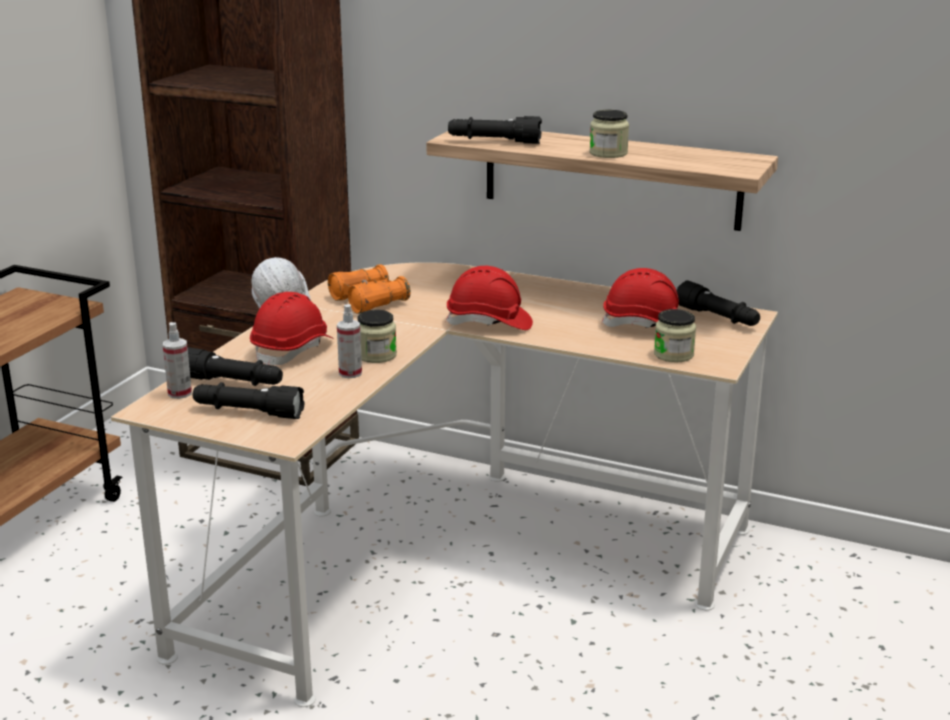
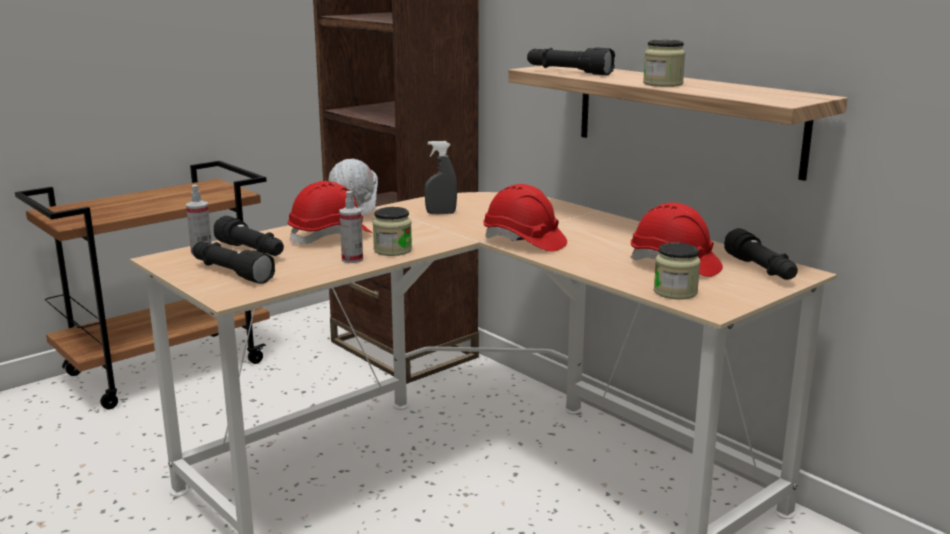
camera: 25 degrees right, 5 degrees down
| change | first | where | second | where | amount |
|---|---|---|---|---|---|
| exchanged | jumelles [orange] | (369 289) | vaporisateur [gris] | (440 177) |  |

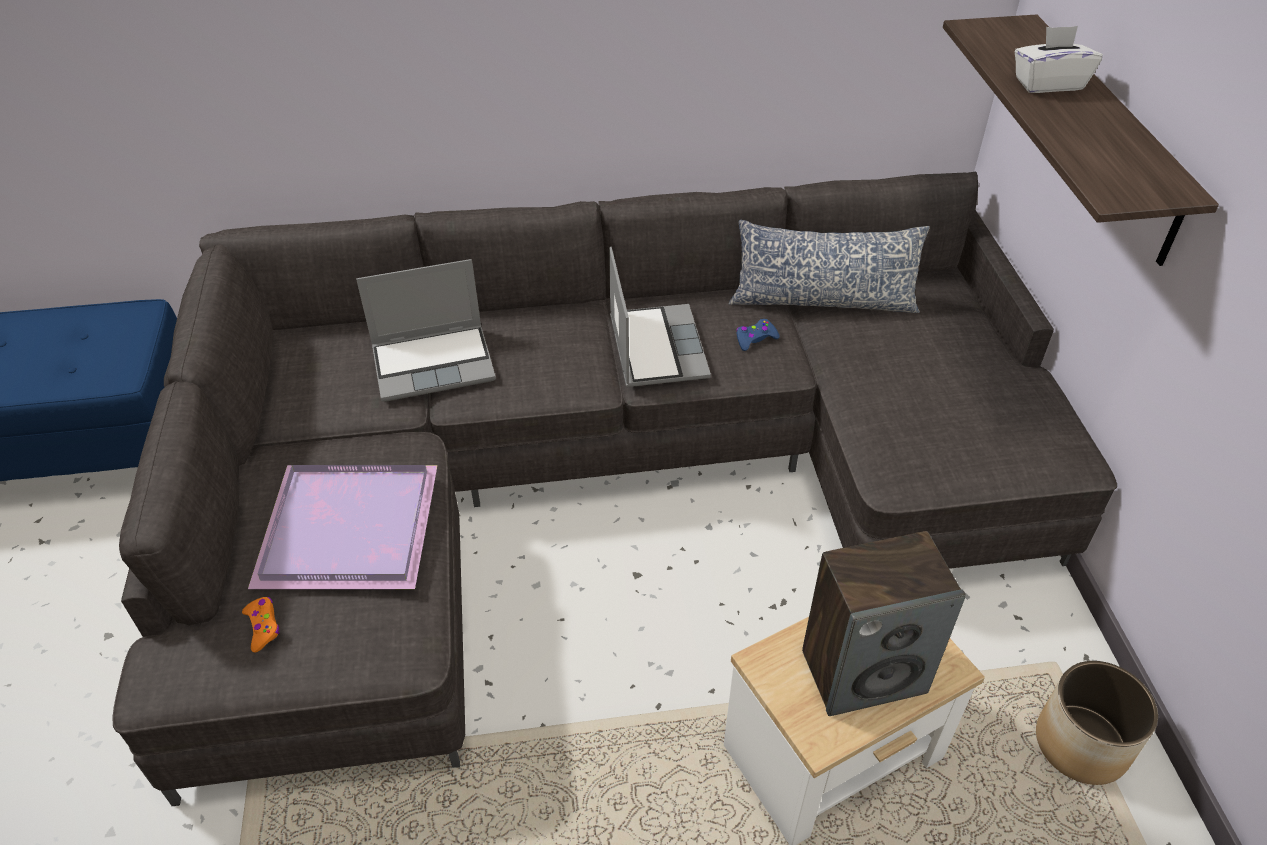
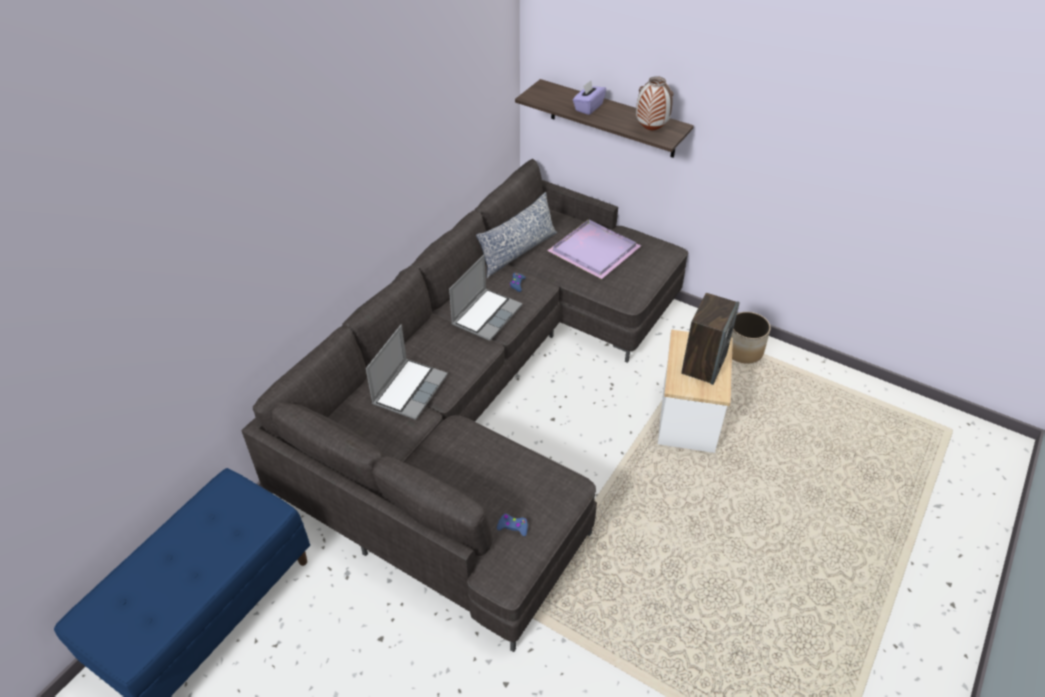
camera: 50 degrees left, 0 degrees up
| change | first | where | second | where | amount |
|---|---|---|---|---|---|
| colour | boîte à mouchoirs [blanc] | (1059 59) | boîte à mouchoirs [violet] | (589 98) |  |
| spun | ordinateur portable | (660 317) |  | (485 298) | 90 degrees clockwise |
| relocated | plateau [violet] | (342 527) |  | (594 249) |  |
| colour | manette [orange] | (261 625) | manette [bleu] | (512 525) |  |
| appeared |  |  | vase | (655 103) |  |

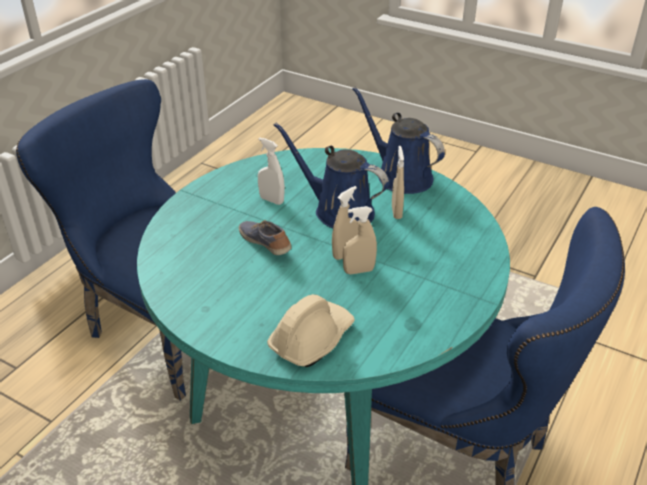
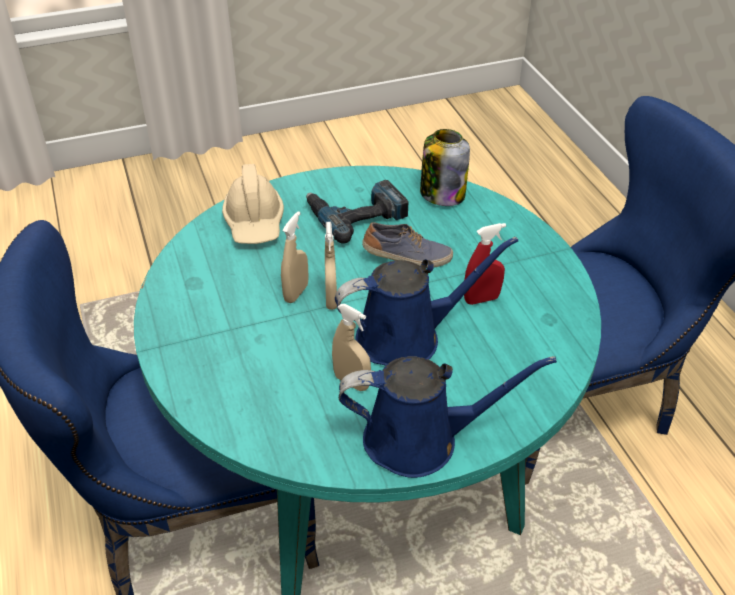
camera: 130 degrees right, 5 degrees up
| change | first | where | second | where | amount |
|---|---|---|---|---|---|
| colour | vaporisateur [blanc] | (271 171) | vaporisateur [rouge] | (485 264) |  |
| appeared |  |  | bocal | (445 167) |  |
| appeared |  |  | perceuse | (357 212) |  |

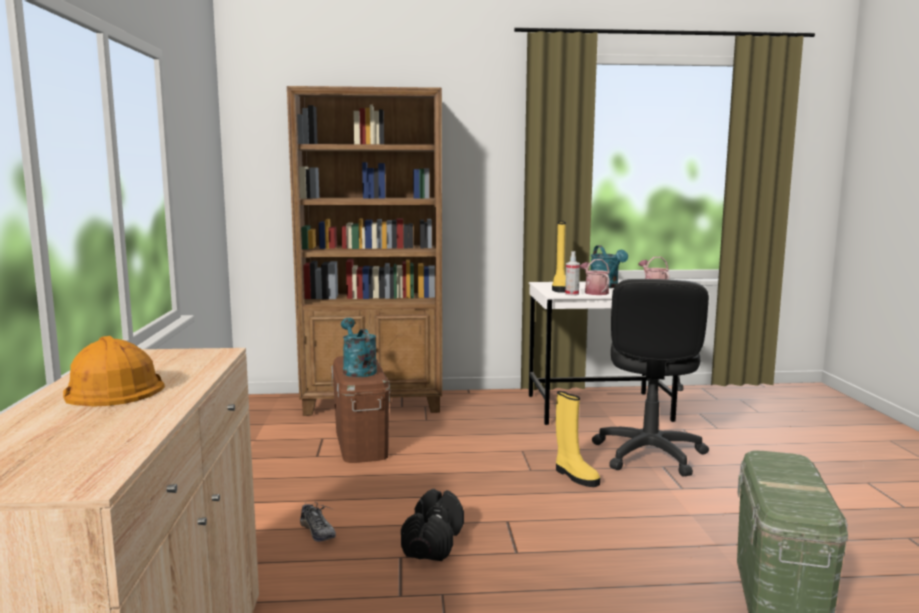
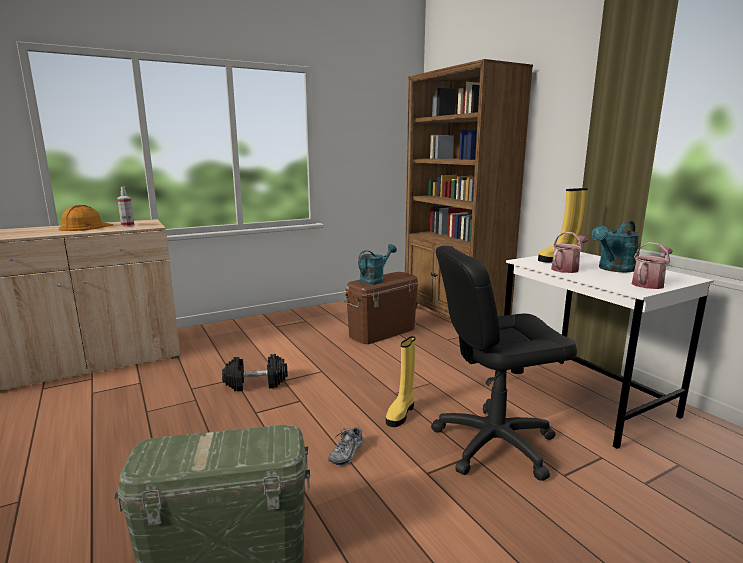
camera: 65 degrees right, 5 degrees up
| change | first | where | second | where | amount |
|---|---|---|---|---|---|
| relocated | vaporisateur | (572 273) |  | (126 206) |  |
| relocated | chaussure | (318 522) |  | (345 446) |  |

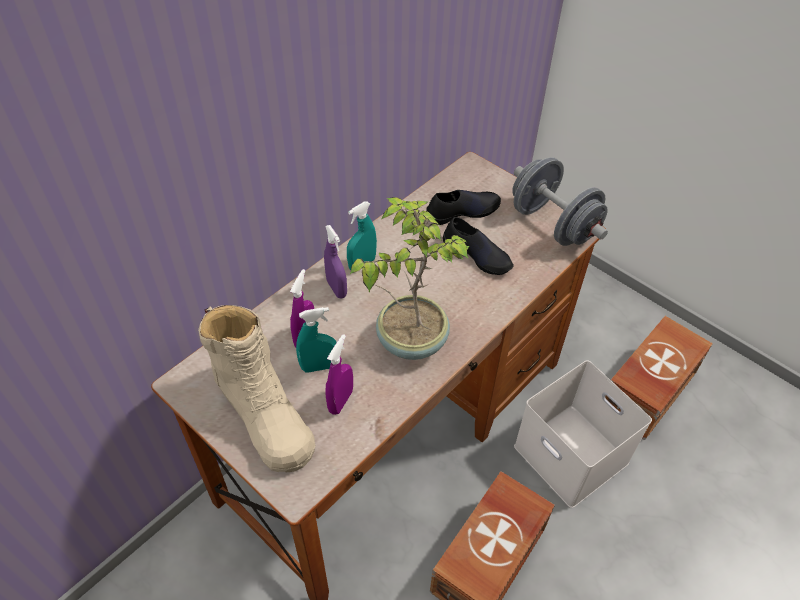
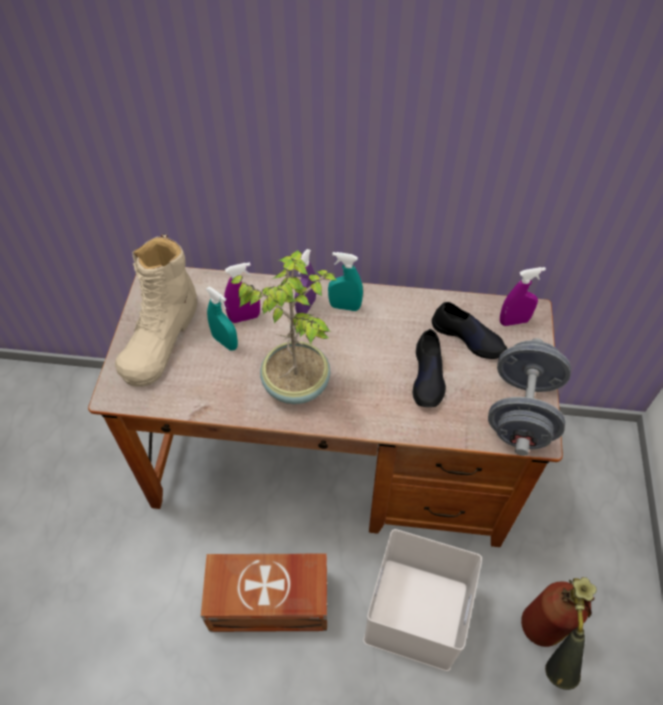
camera: 55 degrees right, 5 degrees up
| change | first | where | second | where | amount |
|---|---|---|---|---|---|
| exchanged | boîte de rangement [marron] | (659 378) | extincteur | (559 633) |  |
| relocated | vaporisateur [violet] | (339 374) |  | (523 296) |  |

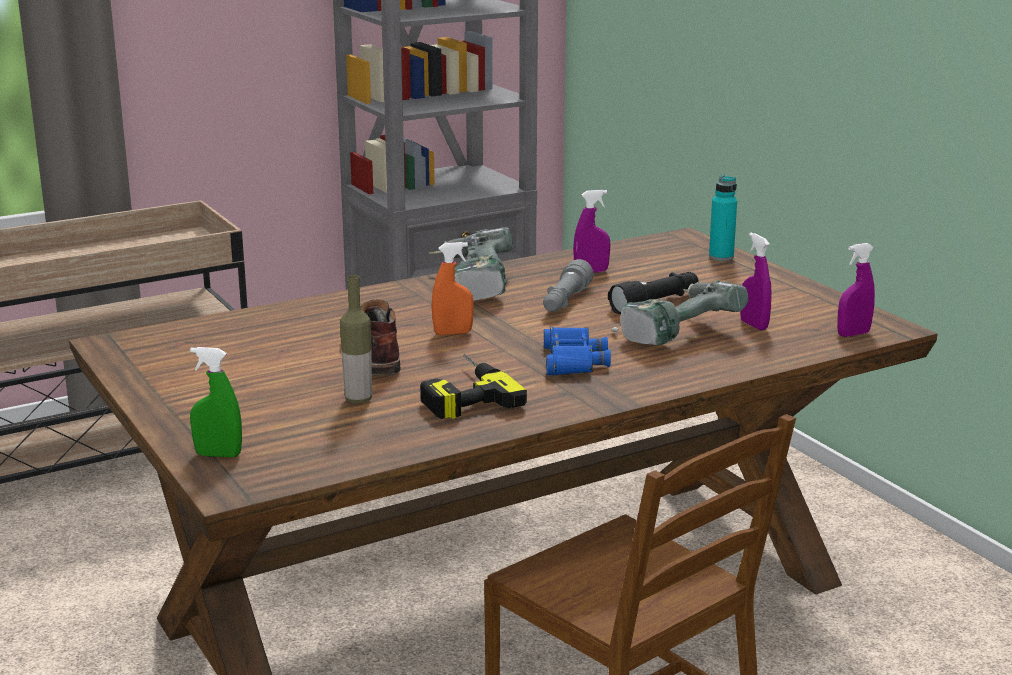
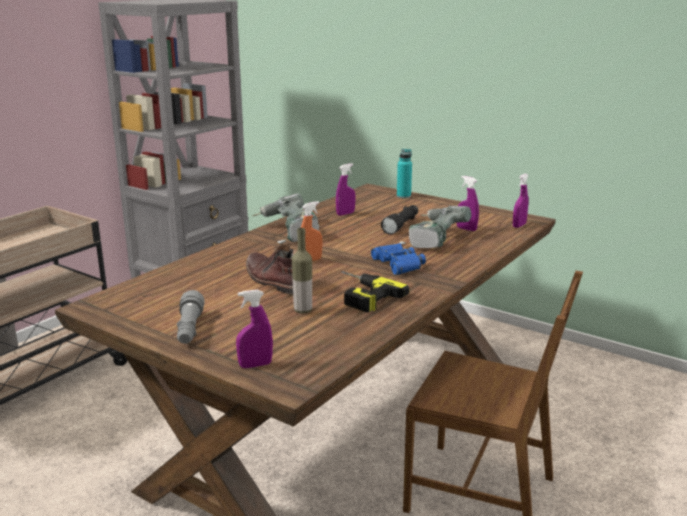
camera: 25 degrees left, 0 degrees up
| change | first | where | second | where | amount |
|---|---|---|---|---|---|
| relocated | lampe de poche [gris] | (568 285) |  | (191 317) |  |
| colour | vaporisateur [vert] | (216 402) | vaporisateur [violet] | (254 328) |  |

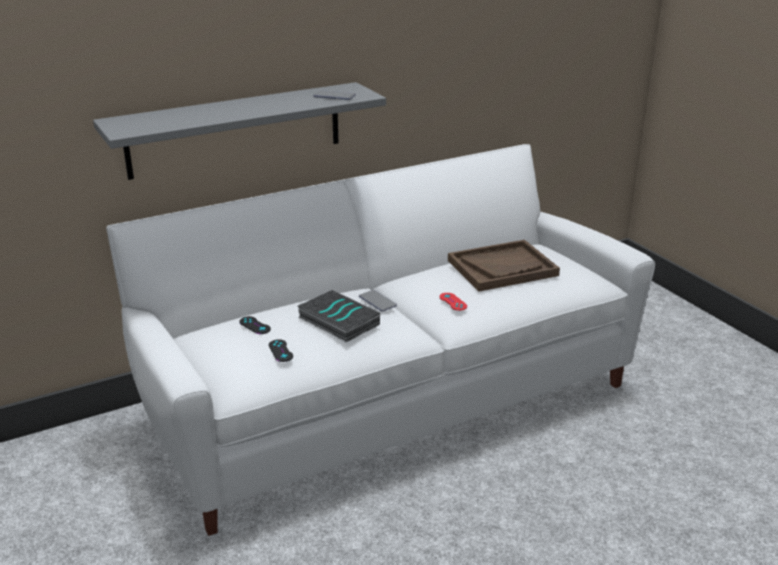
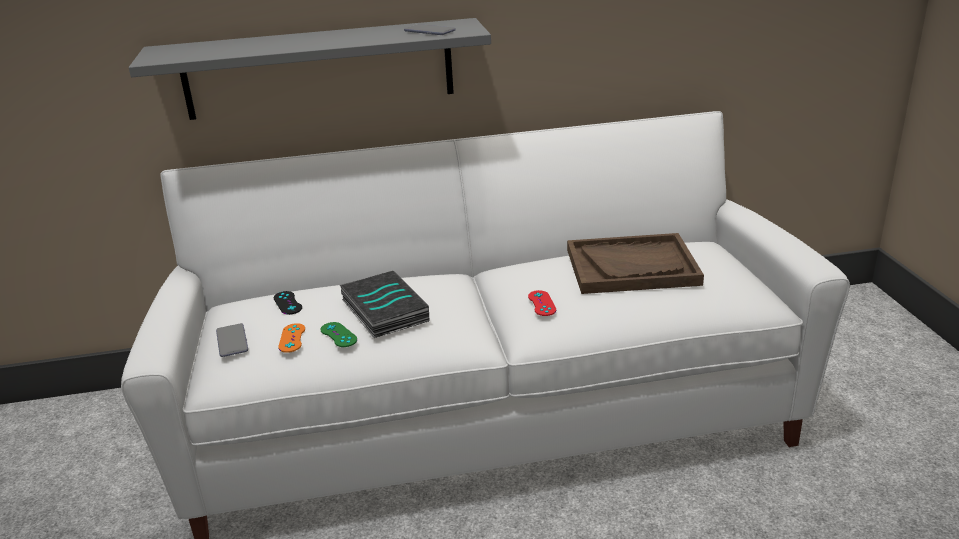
camera: 20 degrees right, 0 degrees up
| change | first | where | second | where | amount |
|---|---|---|---|---|---|
| relocated | téléphone | (378 301) |  | (232 340) |  |
| colour | manette [noir] | (281 350) | manette [orange] | (291 338) |  |
| appeared |  |  | manette [vert] | (339 334) |  |

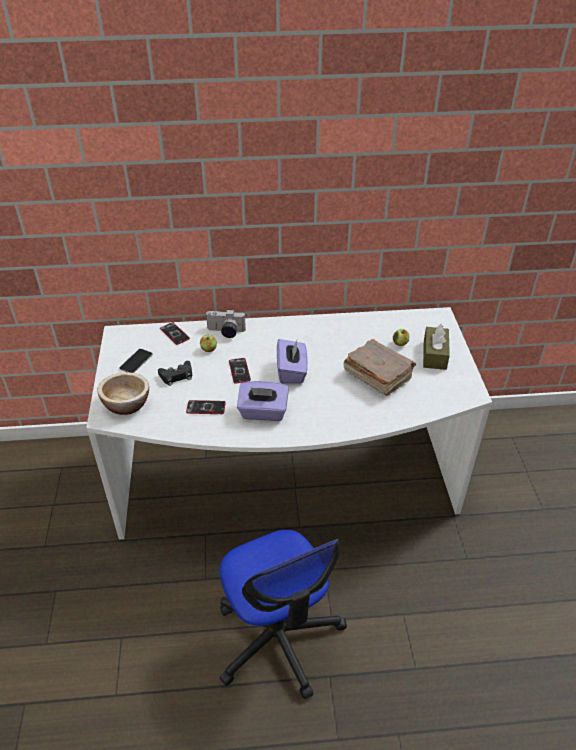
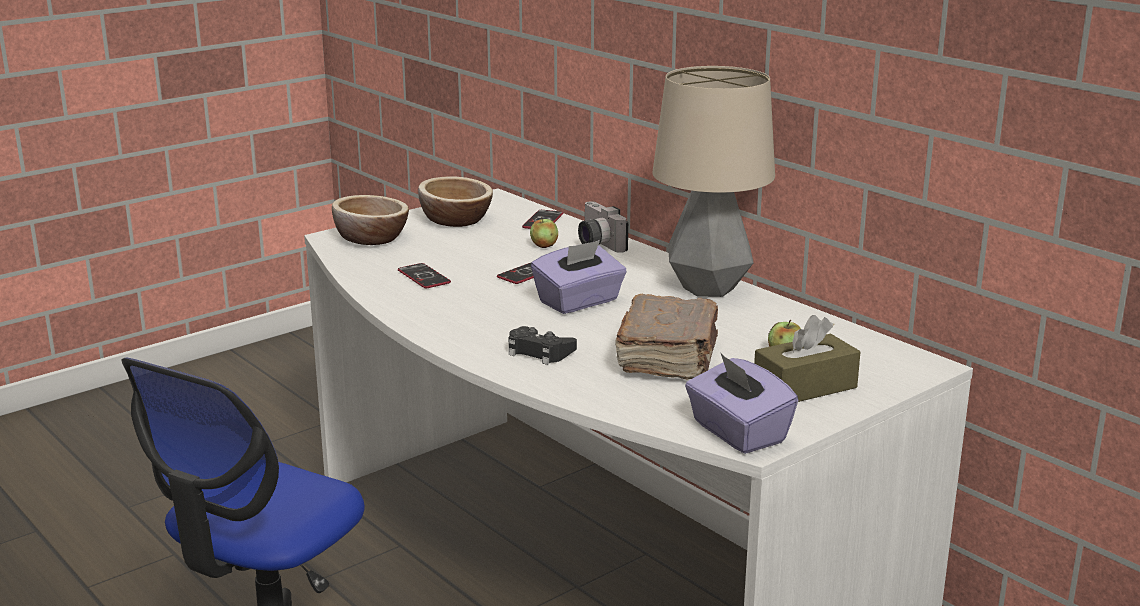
camera: 55 degrees right, 20 degrees down
| change | first | where | second | where | amount |
|---|---|---|---|---|---|
| exchanged | téléphone | (136 361) | bol | (455 201) |  |
| relocated | manette [noir] | (175 373) |  | (543 345) |  |
| relocated | boîte à mouchoirs [violet] | (263 401) |  | (741 403) |  |
| appeared |  |  | lampe de table | (713 181) |  |

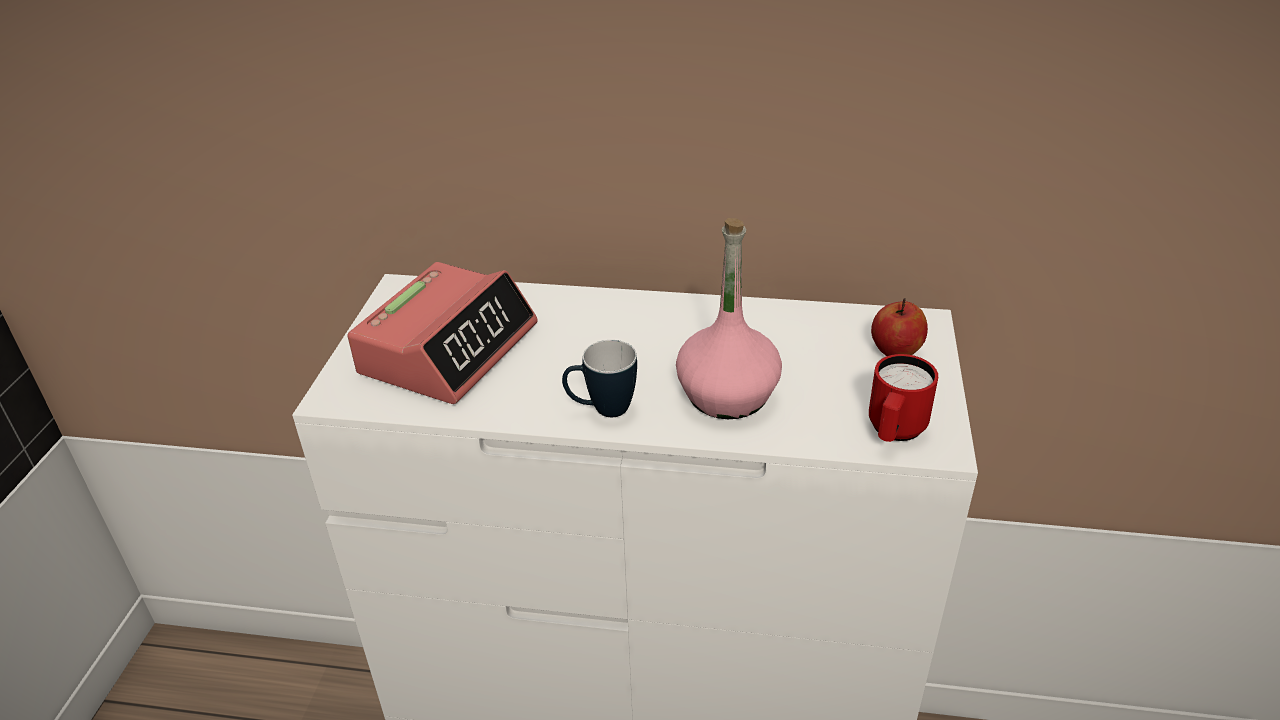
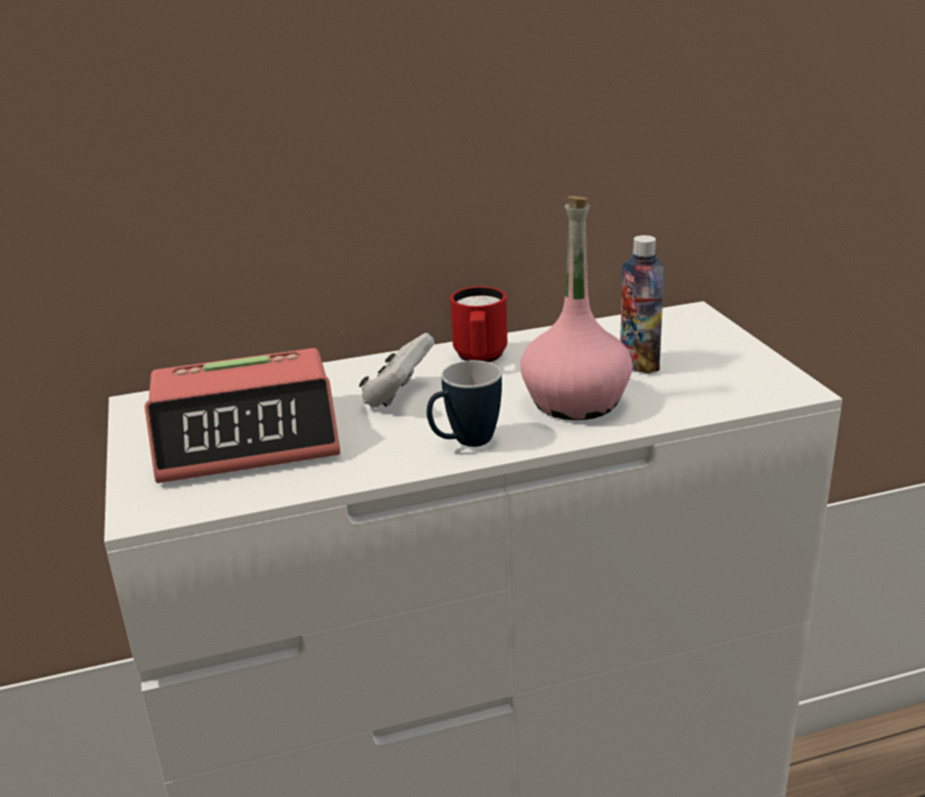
camera: 25 degrees left, 10 degrees down
| change | first | where | second | where | amount |
|---|---|---|---|---|---|
| spun | réveil | (443 333) |  | (242 415) | 75 degrees clockwise |
| missing | pomme | (899 327) |  |  |  |
| relocated | mug [rouge] | (903 398) |  | (478 324) |  |
| appeared |  |  | bouteille | (642 304) |  |
| appeared |  |  | manette [blanc] | (397 370) |  |

